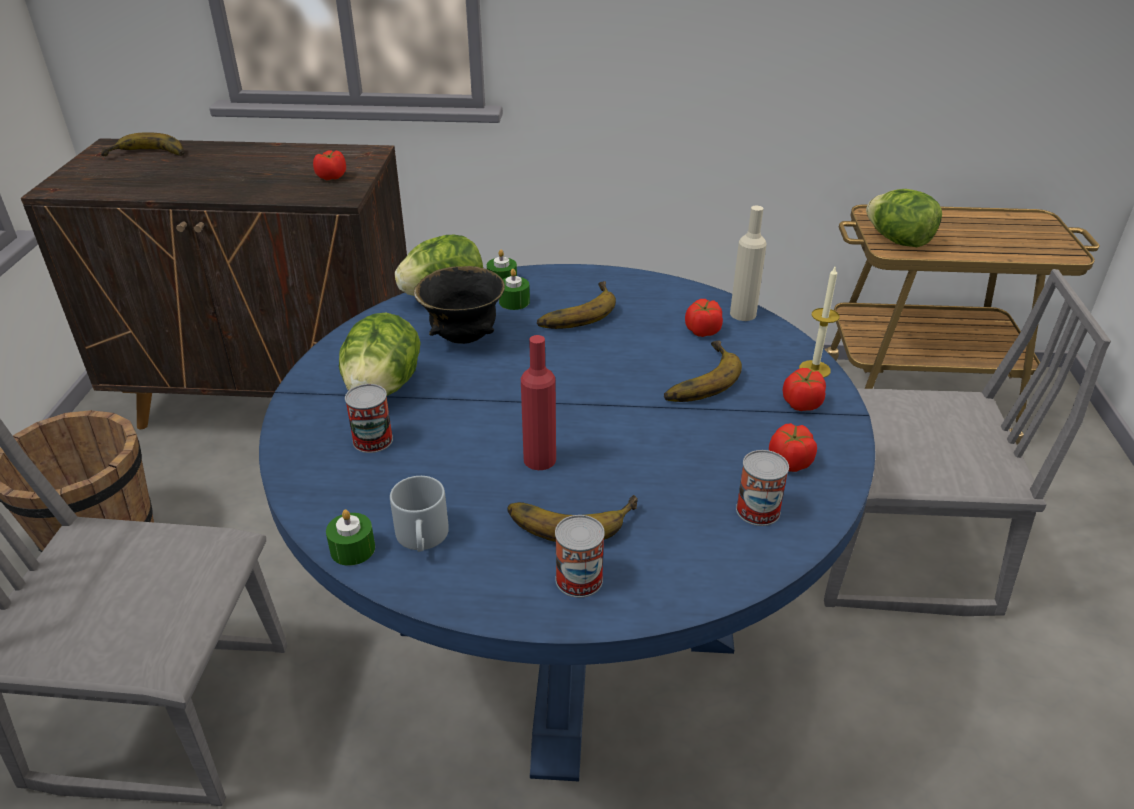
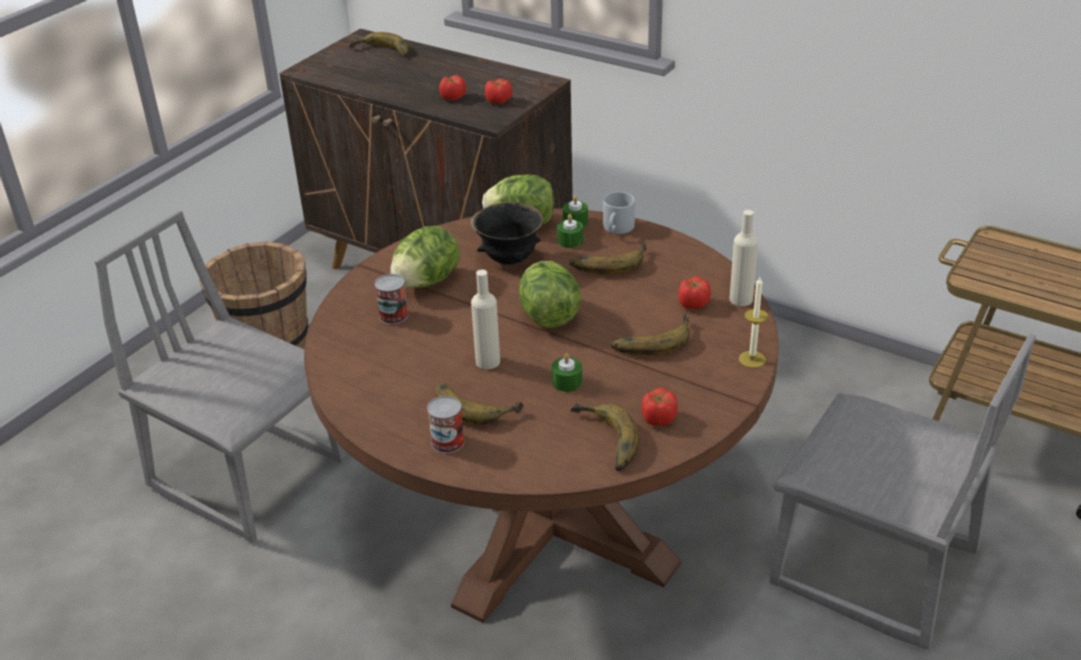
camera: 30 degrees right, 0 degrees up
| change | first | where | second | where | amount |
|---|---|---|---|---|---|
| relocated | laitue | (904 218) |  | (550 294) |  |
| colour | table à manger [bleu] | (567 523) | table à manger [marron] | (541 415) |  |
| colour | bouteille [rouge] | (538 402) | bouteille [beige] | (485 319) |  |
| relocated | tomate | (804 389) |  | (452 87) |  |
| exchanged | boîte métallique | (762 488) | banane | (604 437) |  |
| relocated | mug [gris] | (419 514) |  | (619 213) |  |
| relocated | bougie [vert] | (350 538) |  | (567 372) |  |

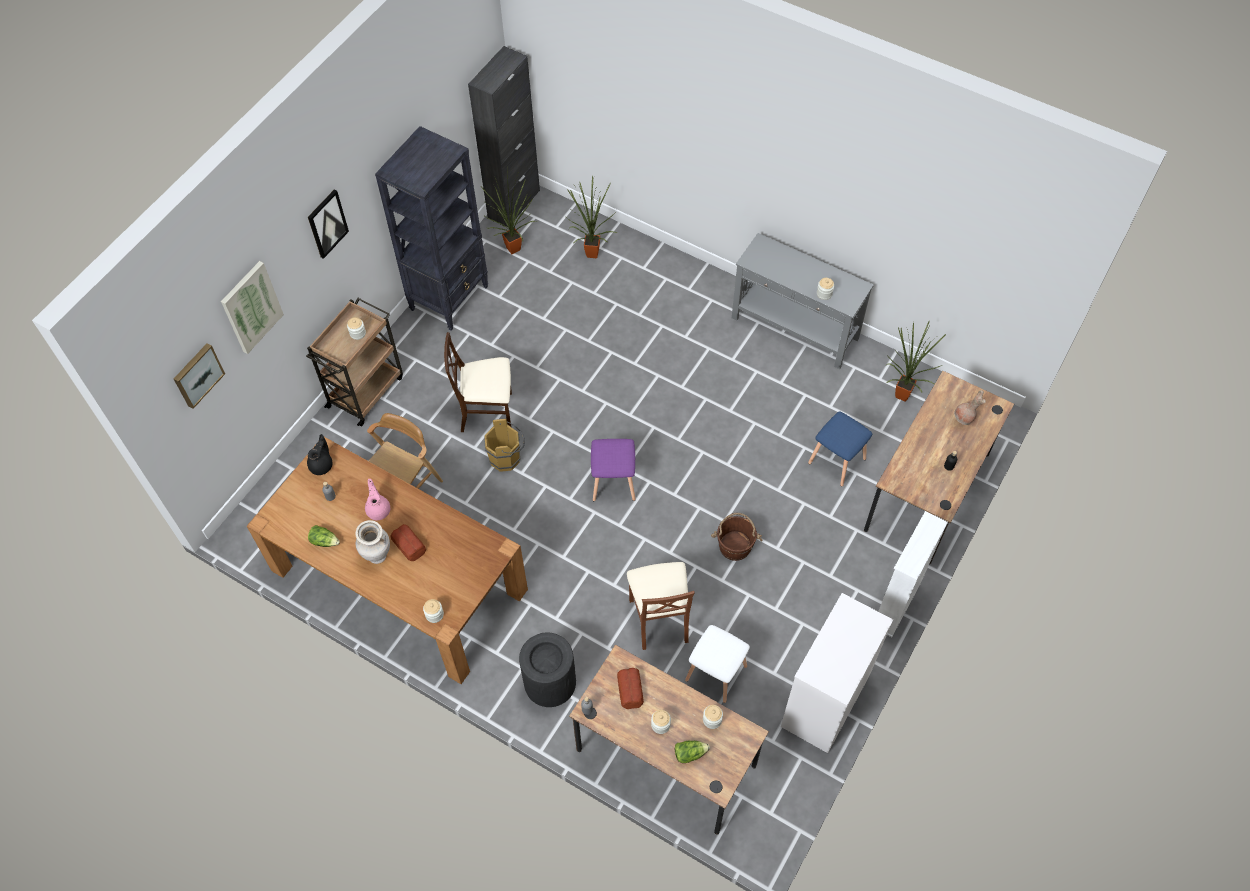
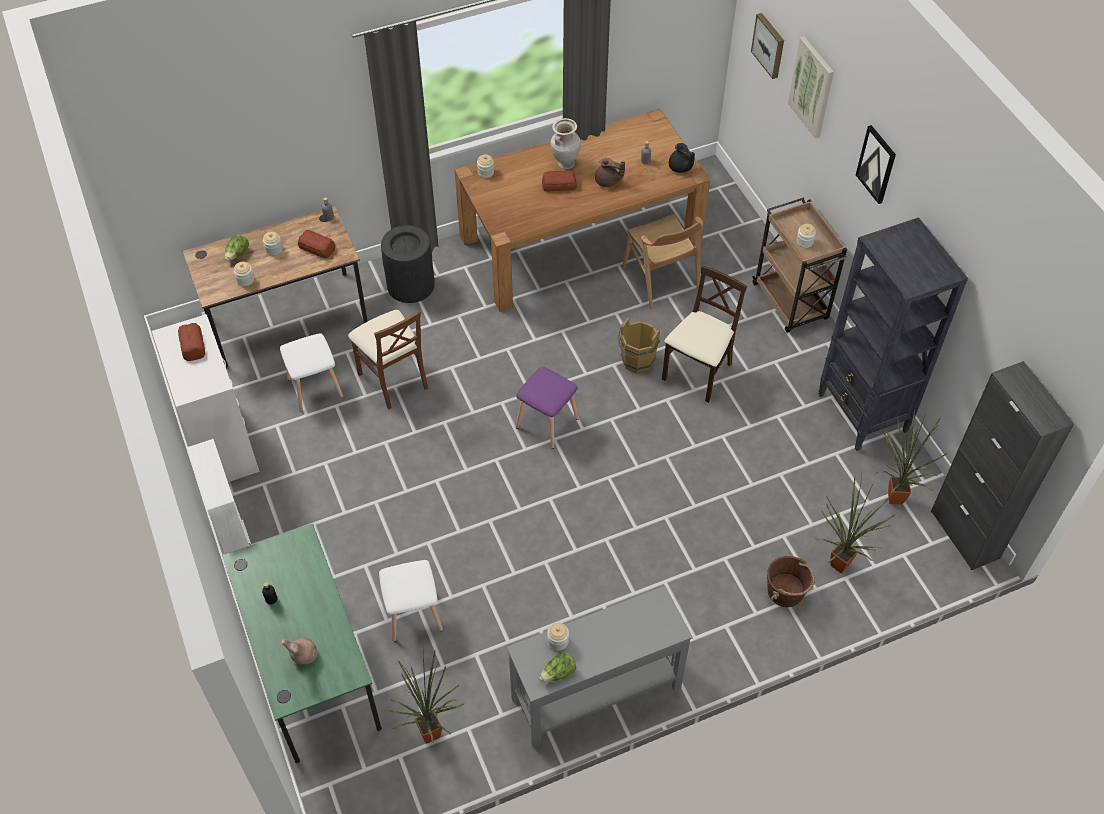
camera: 125 degrees right, 5 degrees down
| change | first | where | second | where | amount |
|---|---|---|---|---|---|
| colour | bureau [marron] | (939 467) | bureau [vert] | (302 643) |  |
| colour | tabouret [bleu] | (840 449) | tabouret [blanc] | (411 601) |  |
| colour | théière [rose] | (377 499) | théière [marron] | (610 172) |  |
| relocated | seau [marron] | (737 537) |  | (791 581) |  |
| relocated | laitue | (324 536) |  | (557 667) |  |
| spun | chaise [marron] | (661 606) |  | (388 359) | 150 degrees counterclockwise |
| appeared |  |  | pain | (191 342) |  |

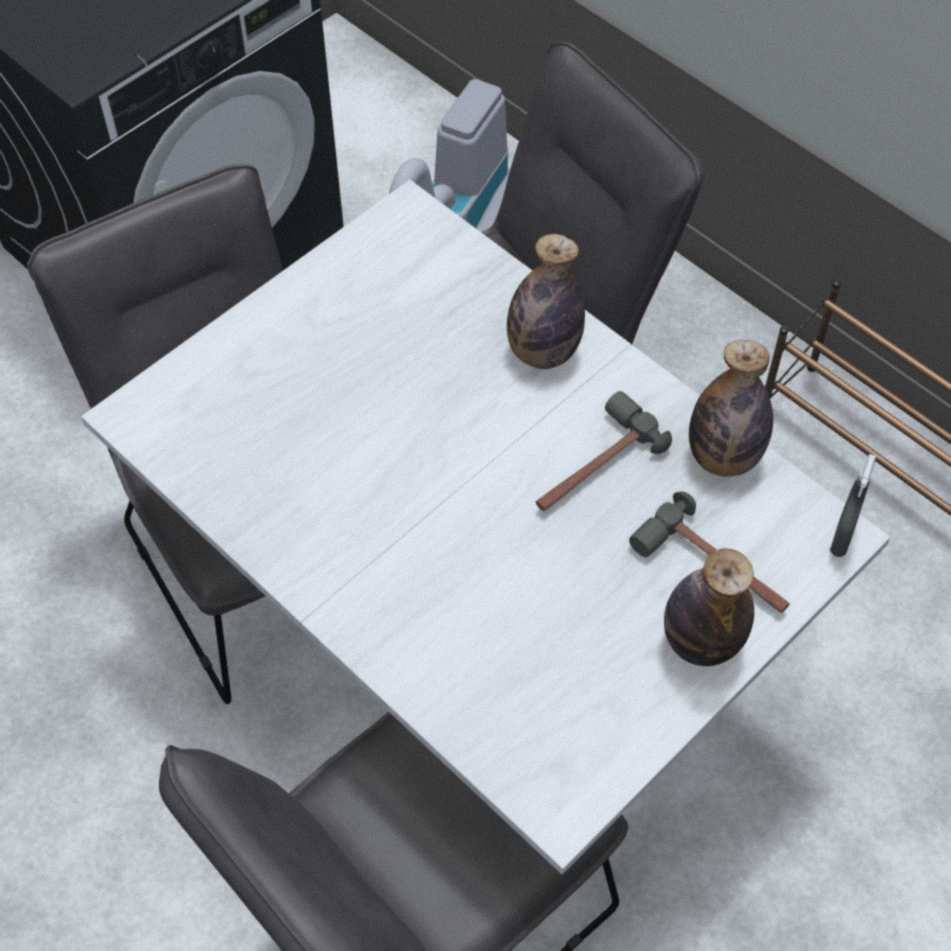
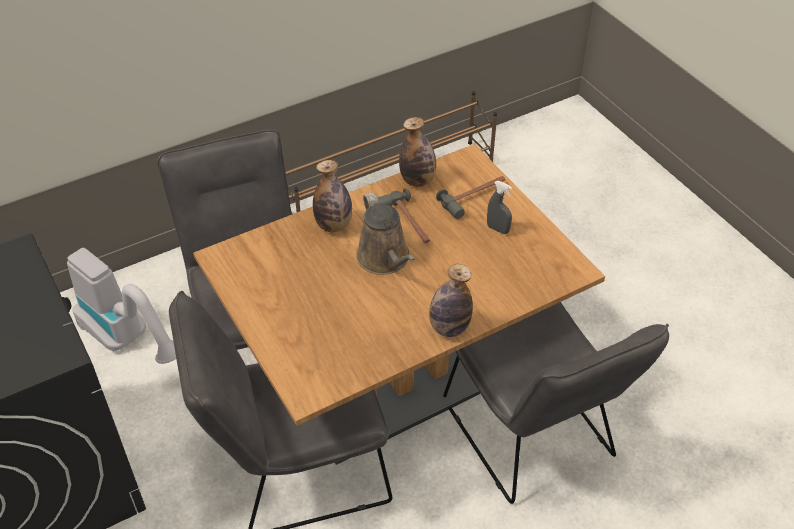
camera: 75 degrees left, 10 degrees down
| change | first | where | second | where | amount |
|---|---|---|---|---|---|
| colour | table à manger [blanc] | (485 526) | table à manger [marron] | (399 304) |  |
| relocated | vaporisateur [gris] | (853 505) |  | (499 207) |  |
| relocated | bouteille | (709 607) |  | (451 300) |  |
| appeared |  |  | arrosoir [marron] | (385 234) |  |

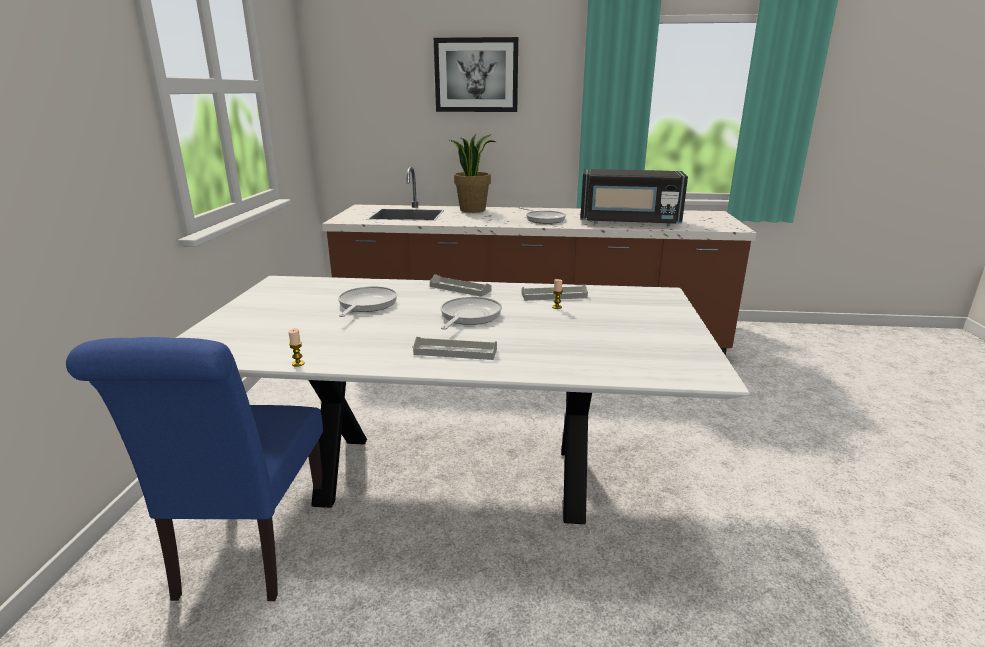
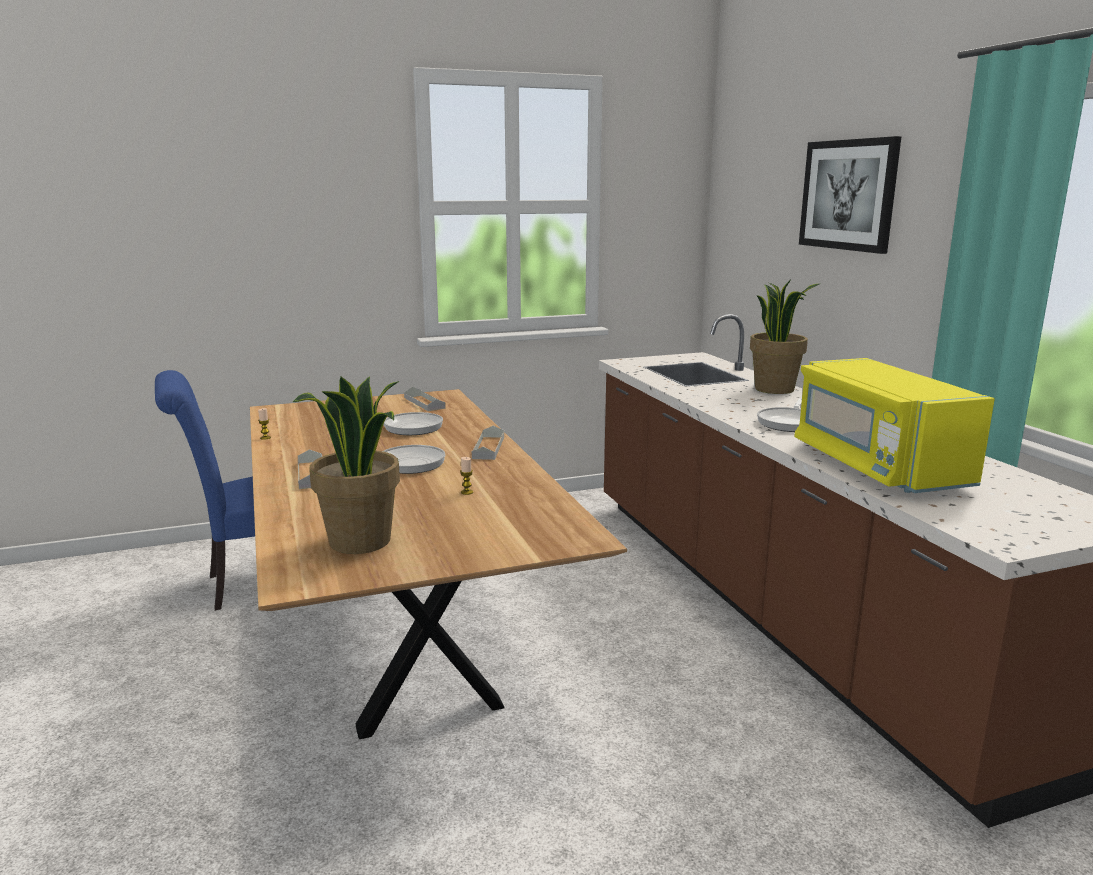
camera: 65 degrees right, 5 degrees down
| change | first | where | second | where | amount |
|---|---|---|---|---|---|
| colour | micro-ondes [noir] | (634 197) | micro-ondes [jaune] | (894 425) |  |
| colour | table à manger [blanc] | (463 400) | table à manger [marron] | (438 564) |  |
| relocated | plateau [gris] | (555 292) |  | (425 399) |  |
| appeared |  |  | plante en pot | (346 465) |  |

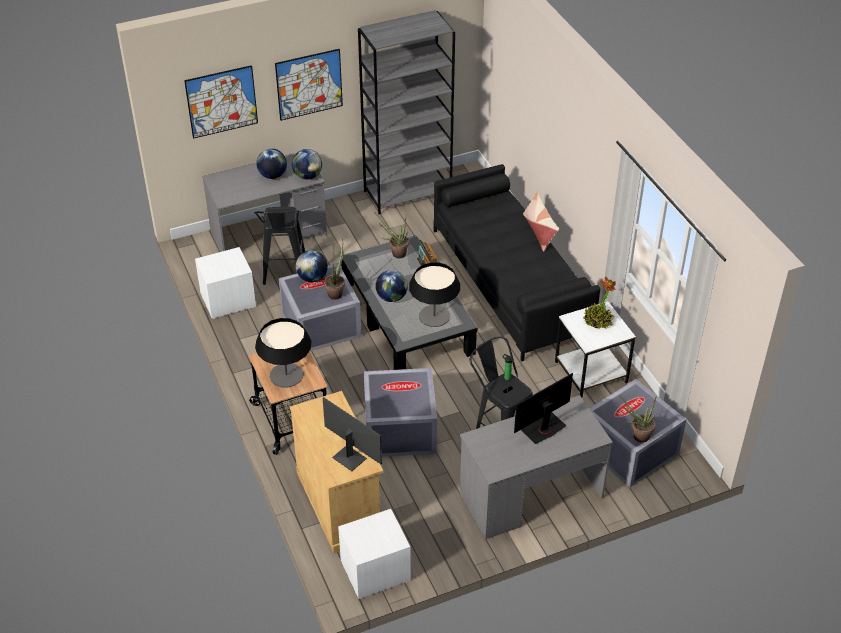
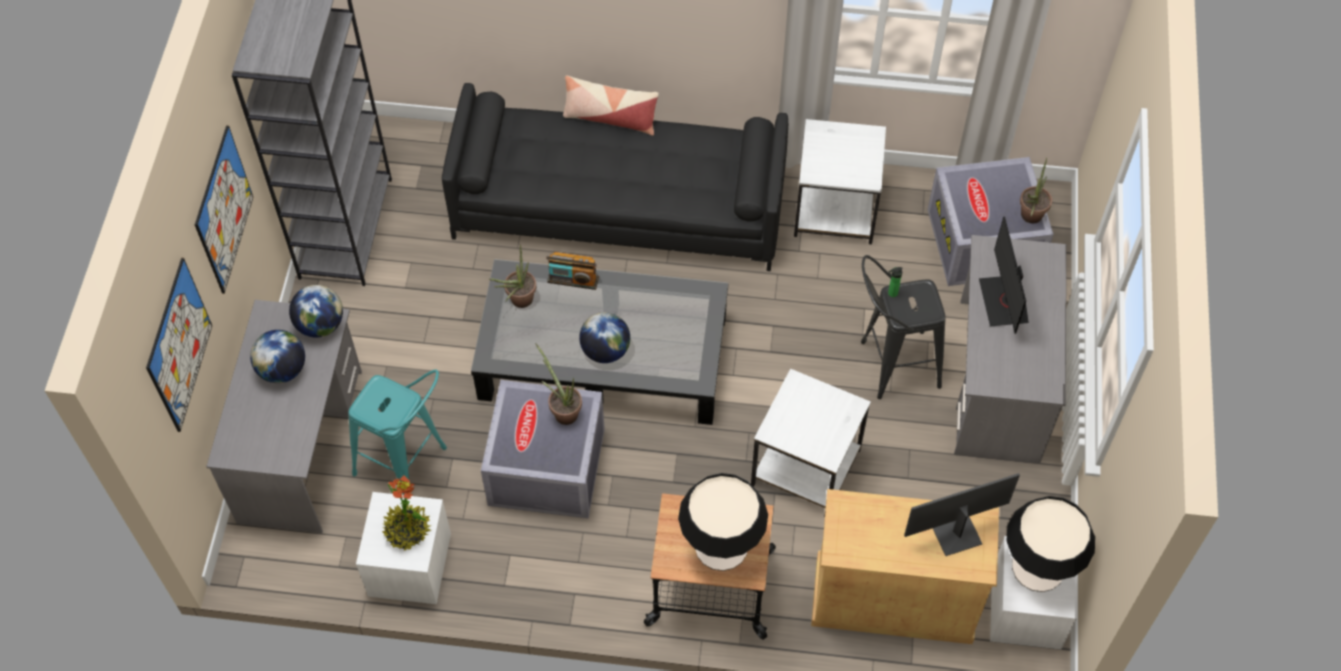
camera: 60 degrees left, 15 degrees up
| change | first | where | second | where | amount |
|---|---|---|---|---|---|
| colour | tabouret [noir] | (279 246) | tabouret [turquoise] | (397 432) |  |
| missing | globe | (312 266) |  |  |  |
| relocated | lampe de table | (434 294) |  | (1051 544) |  |
| relocated | plante en pot | (599 303) |  | (407 513) |  |
| exchanged | boîte de rangement [gris] | (400 412) | table d'appoint [blanc] | (811 442) |  |

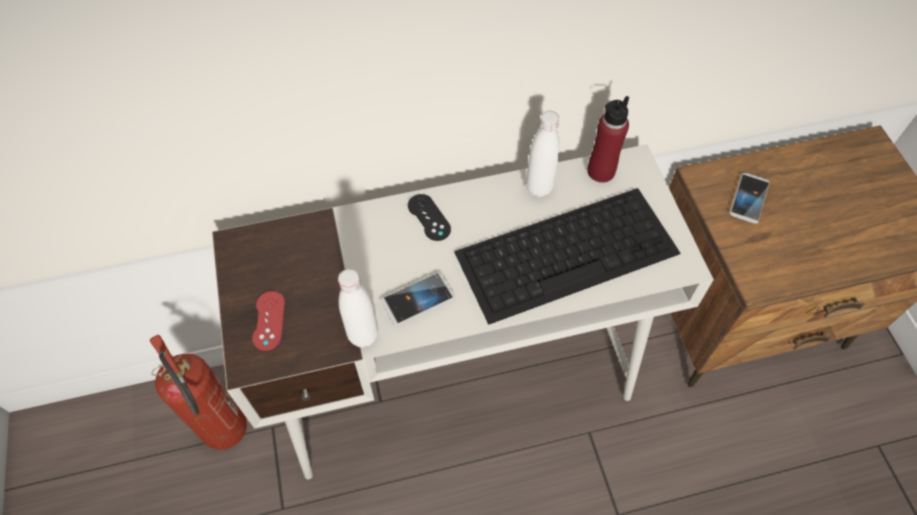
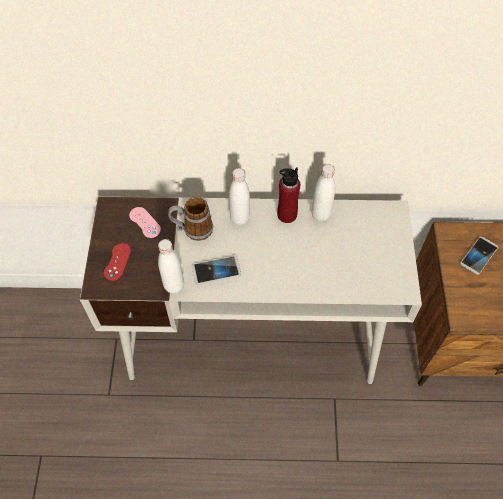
camera: 15 degrees right, 0 degrees up
| change | first | where | second | where | amount |
|---|---|---|---|---|---|
| relocated | bouteille [rouge] | (608 139) |  | (288 195) |  |
| missing | clavier | (567 256) |  |  |  |
| exchanged | manette [noir] | (429 217) | bouteille [blanc] | (239 196) |  |
| missing | extincteur | (198 392) |  |  |  |
| appeared |  |  | mug | (190 219) |  |
| appeared |  |  | manette [rose] | (145 222) |  |

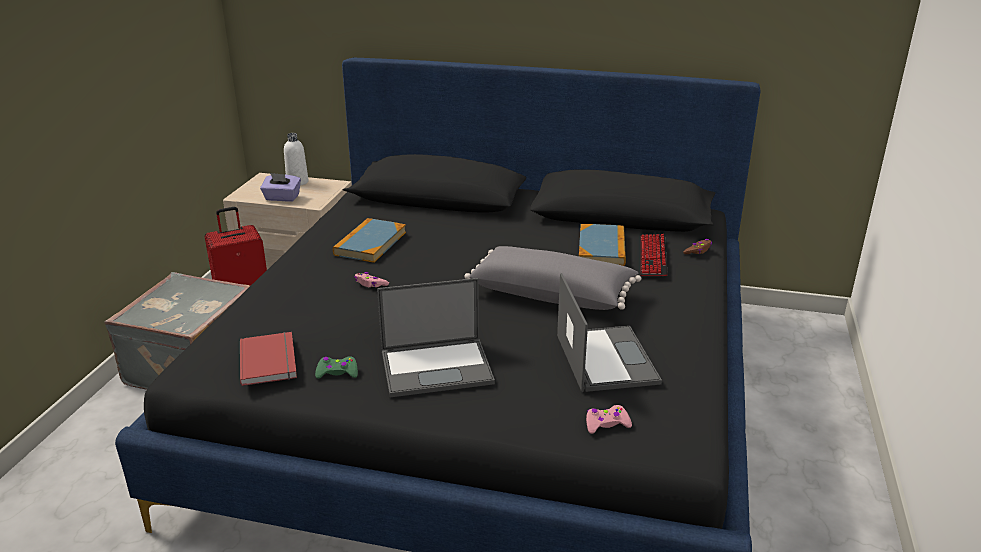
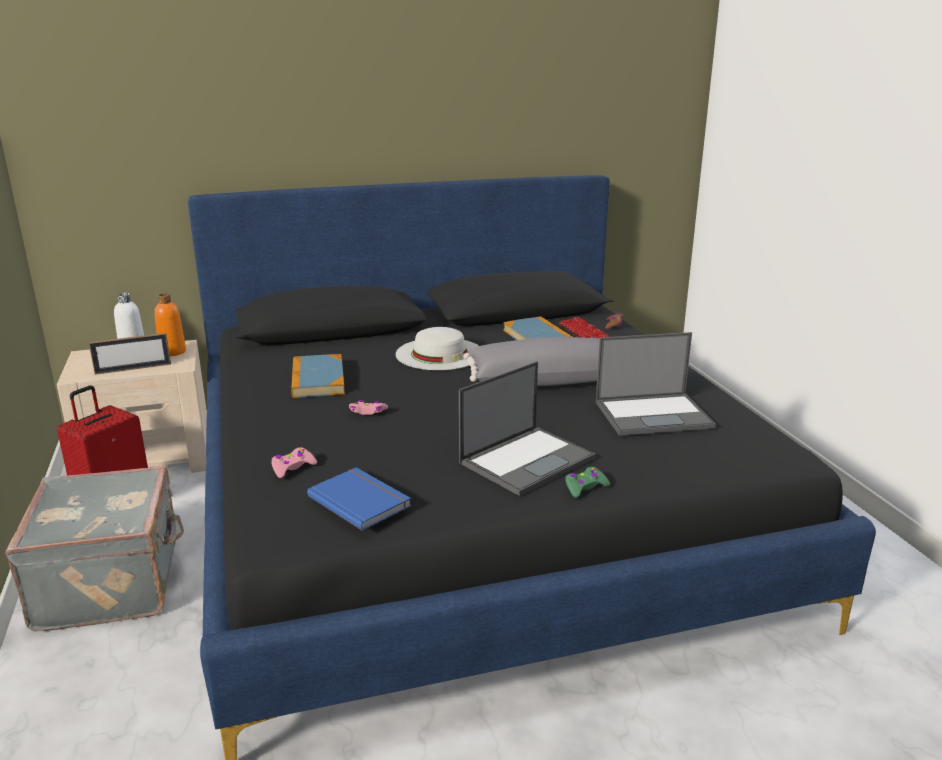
camera: 30 degrees left, 5 degrees down
| change | first | where | second | where | amount |
|---|---|---|---|---|---|
| exchanged | boîte à mouchoirs [violet] | (280 187) | cadre photo | (130 354) |  |
| spun | ordinateur portable | (609 332) |  | (656 384) | 120 degrees clockwise |
| colour | livre [rouge] | (268 359) | livre [bleu] | (359 499) |  |
| relocated | manette [vert] | (336 367) |  | (587 482) |  |
| relocated | manette [rose] | (609 419) |  | (294 462) |  |
| appeared |  |  | bouteille [orange] | (170 324) |  |
| appeared |  |  | chapeau [blanc] | (437 348) |  |

